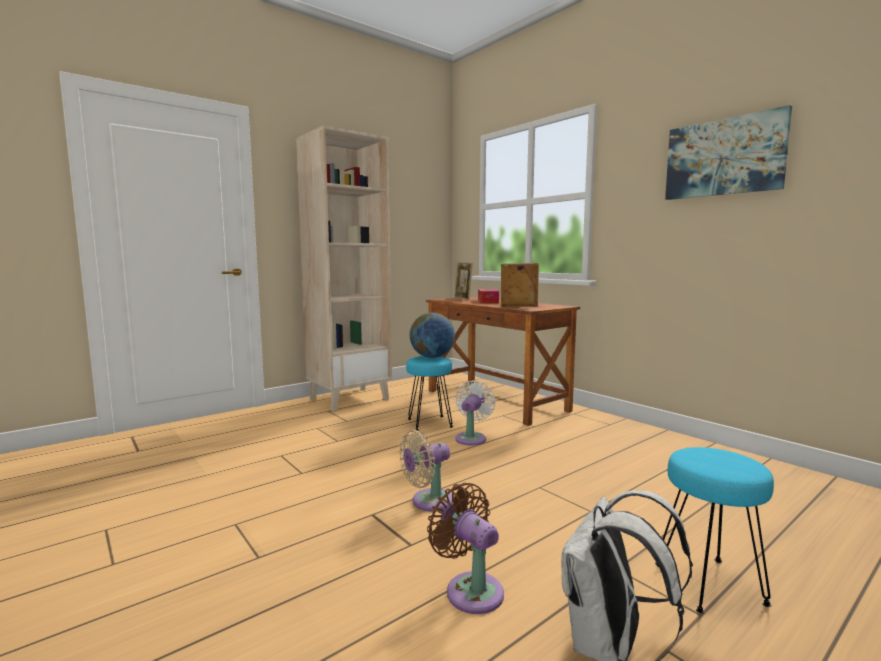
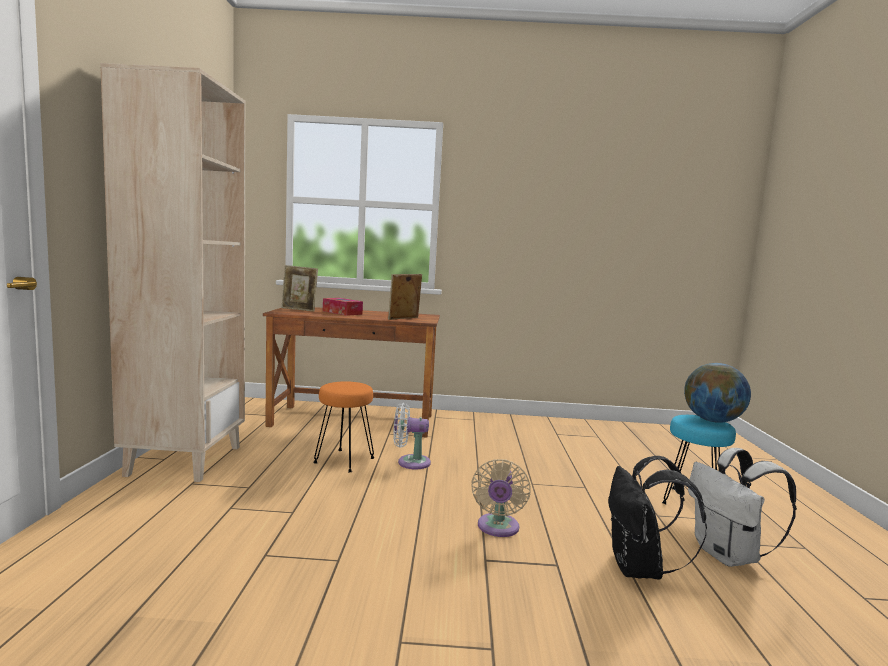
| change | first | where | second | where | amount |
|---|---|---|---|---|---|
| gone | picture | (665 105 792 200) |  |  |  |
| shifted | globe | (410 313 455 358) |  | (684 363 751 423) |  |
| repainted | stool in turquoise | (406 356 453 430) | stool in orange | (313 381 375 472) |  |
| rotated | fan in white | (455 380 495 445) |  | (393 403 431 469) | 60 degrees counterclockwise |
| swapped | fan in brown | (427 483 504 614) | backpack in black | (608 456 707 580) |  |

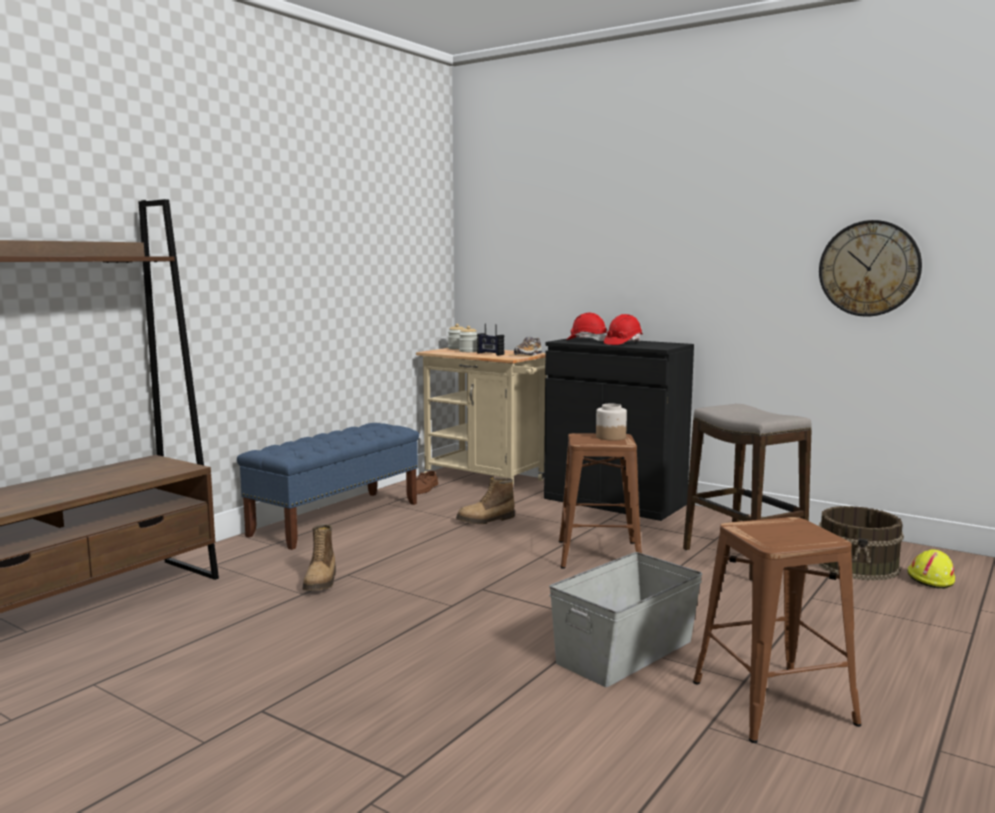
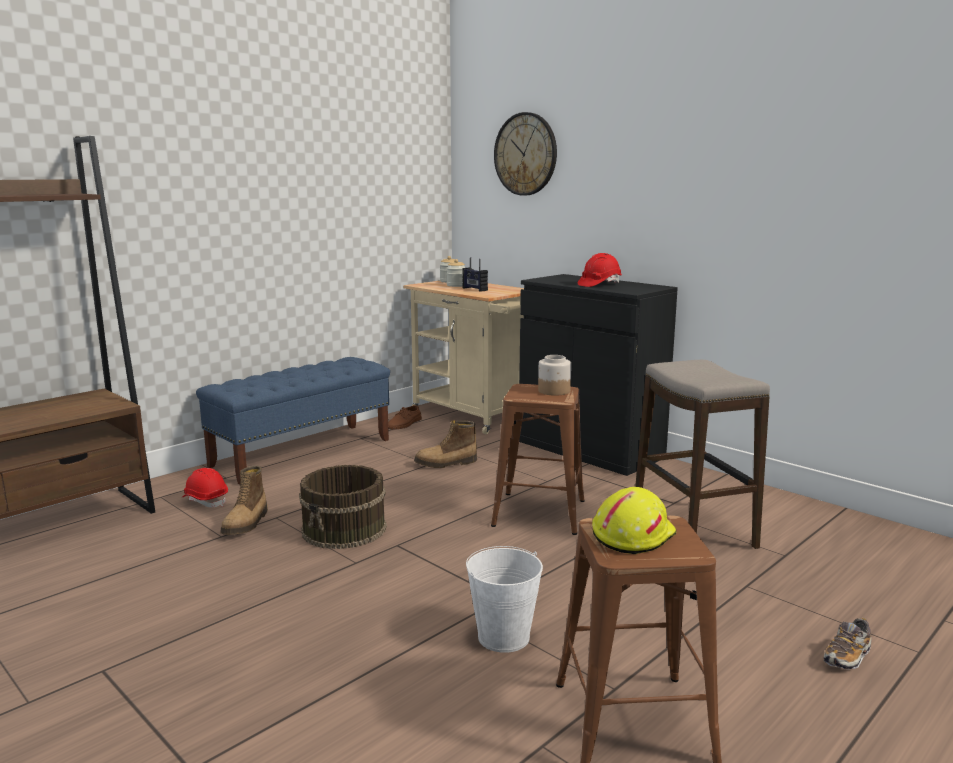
| change | first | where | second | where | amount |
|---|---|---|---|---|---|
| shifted | wall clock | (819 220 922 317) |  | (494 112 557 196) |  |
| shifted | hard hat in red | (566 313 607 341) |  | (181 468 228 508) |  |
| shifted | shoe | (514 336 542 356) |  | (823 618 871 670) |  |
| shifted | bucket in brown | (819 506 904 581) |  | (299 465 387 549) |  |
| shifted | hard hat in yellow | (907 550 955 589) |  | (592 487 677 554) |  |
| swapped | storage box in grey | (549 552 702 687) | bucket in white | (466 546 543 653) |  |

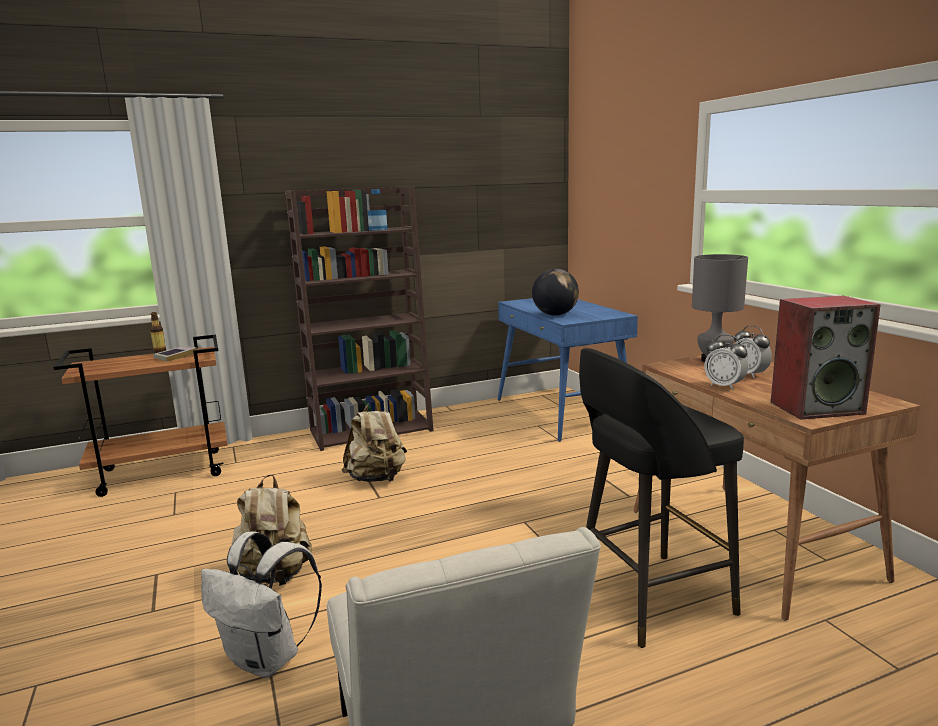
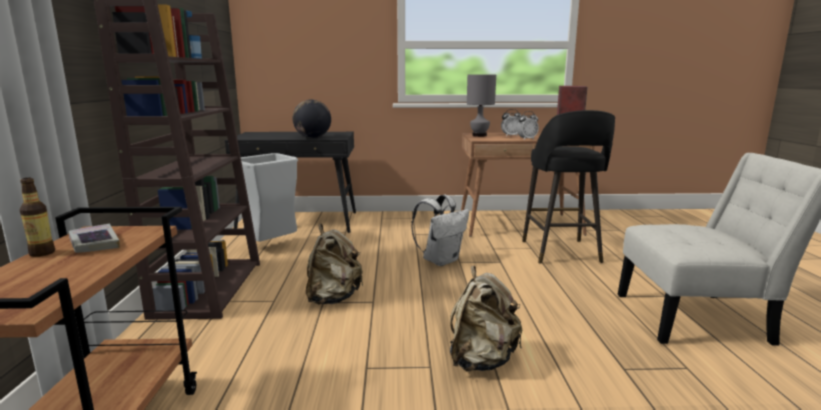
| change | first | where | second | where | amount |
|---|---|---|---|---|---|
| repainted | desk in blue | (498 298 638 442) | desk in black | (225 132 356 233) |  |
| shifted | backpack in white | (201 532 322 678) |  | (411 195 469 266) |  |
| new |  |  | trash can in grey | (241 153 298 242) |  |

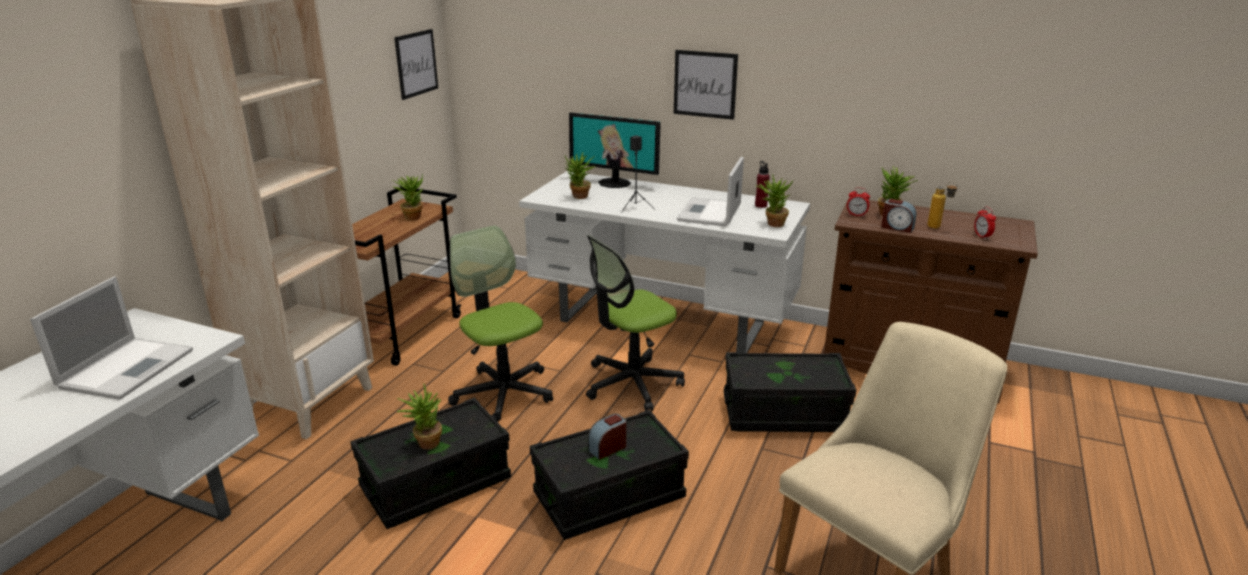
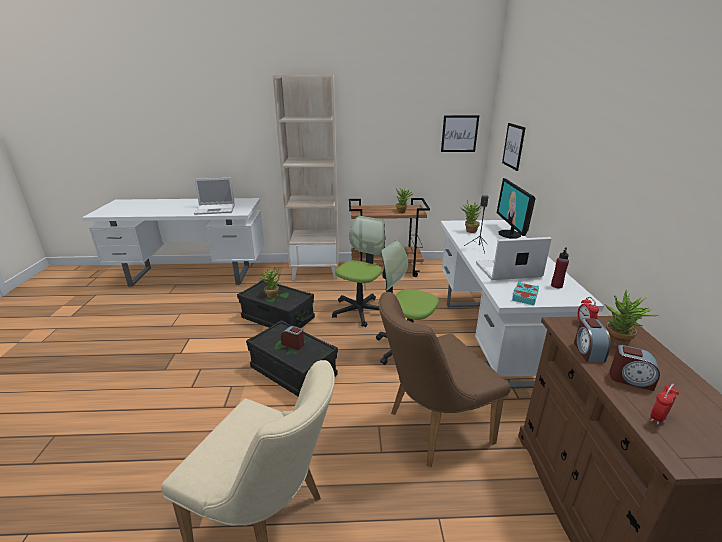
| change | first | where | second | where | amount |
|---|---|---|---|---|---|
| shifted | picture | (674 50 738 120) |  | (502 123 526 171) |  |
| swapped | potted plant | (755 174 794 227) | book in turquoise | (512 282 539 305) |  |
| swapped | bottle | (927 181 958 229) | alarm clock | (610 345 660 391) |  |
| swapped | storage box in black | (724 352 856 432) | chair in brown | (379 292 511 467) |  |

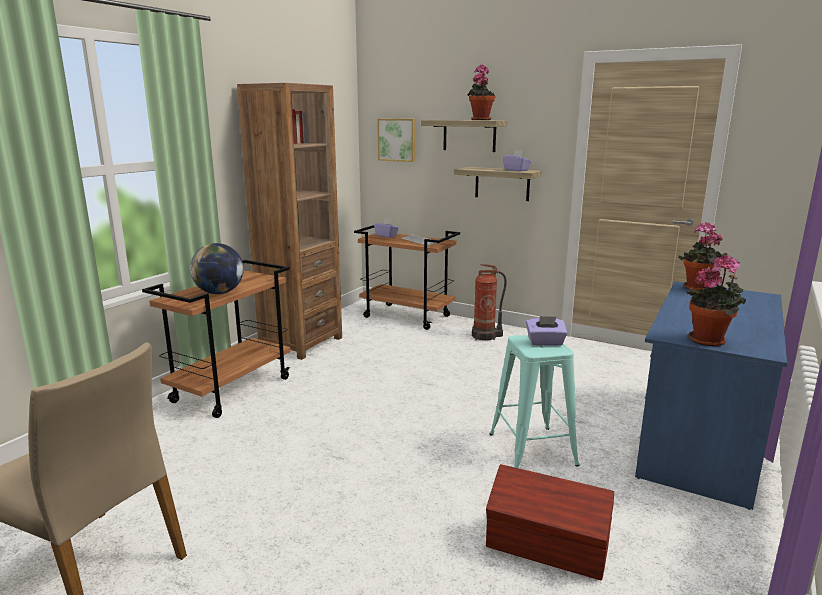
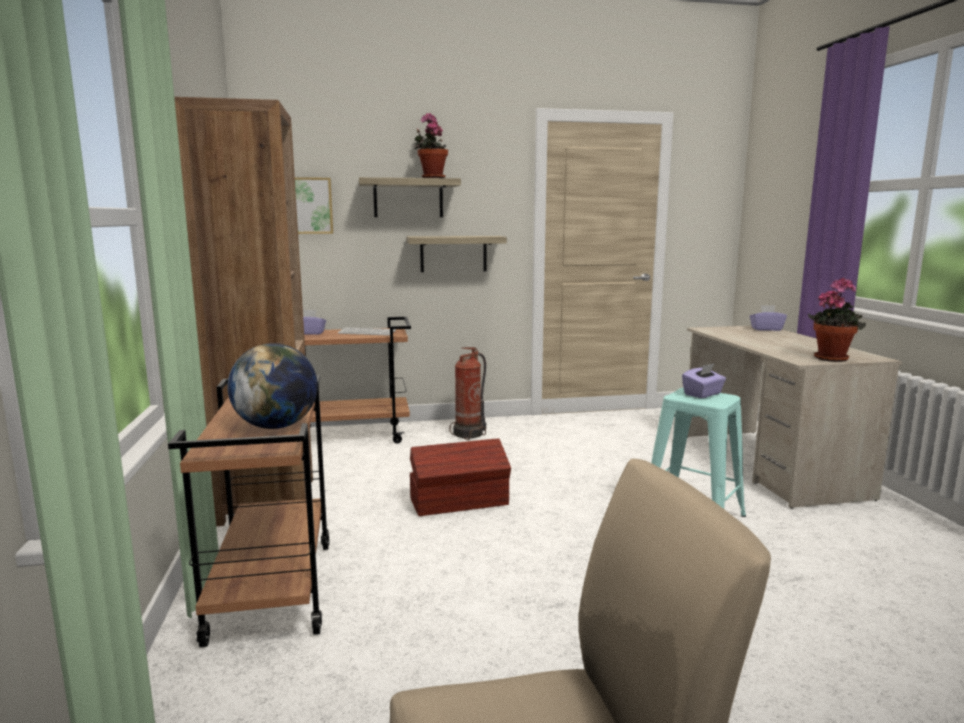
| change | first | where | second | where | amount |
|---|---|---|---|---|---|
| shifted | tissue box in purple | (503 150 531 171) |  | (750 305 787 331) |  |
| gone | potted plant | (679 222 728 290) |  |  |  |
| repainted | desk in blue | (635 281 787 510) | desk in beige | (687 326 902 508) |  |
| shifted | storage box in brown | (486 464 614 581) |  | (410 438 511 516) |  |

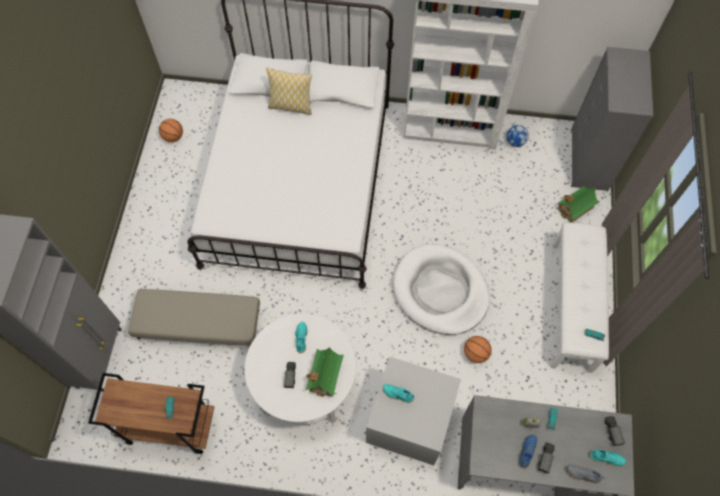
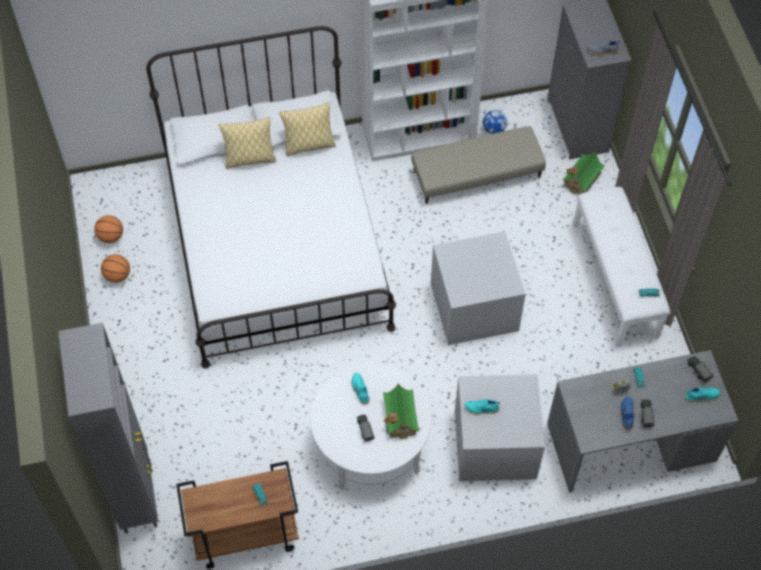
| change | first | where | second | where | amount |
|---|---|---|---|---|---|
| swapped | dog bed in white | (393 244 490 335) | storage box in grey | (431 232 526 345) |  |
| shifted | ottoman in beige | (128 289 260 345) |  | (412 126 546 204) |  |
| shifted | basketball | (464 336 492 363) |  | (101 254 130 283) |  |
| shifted | shoe in grey | (567 464 604 484) |  | (587 40 620 56) |  |
| new |  |  | pillow | (279 102 336 156) |  |

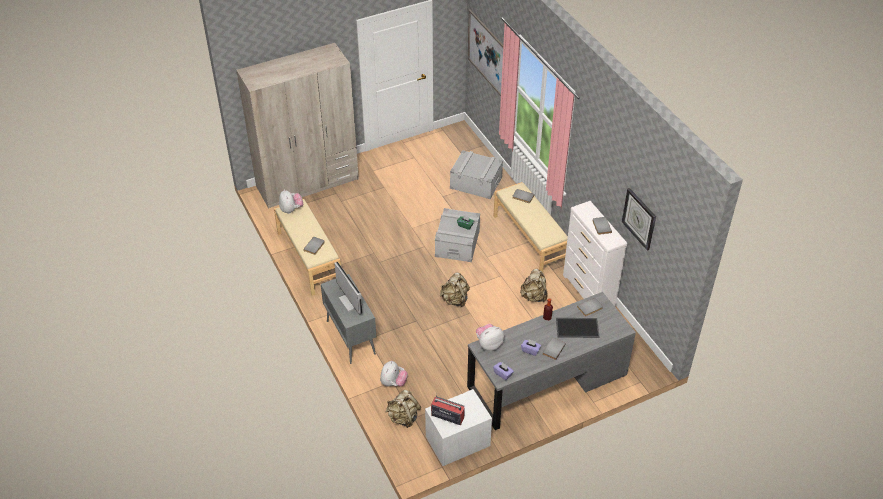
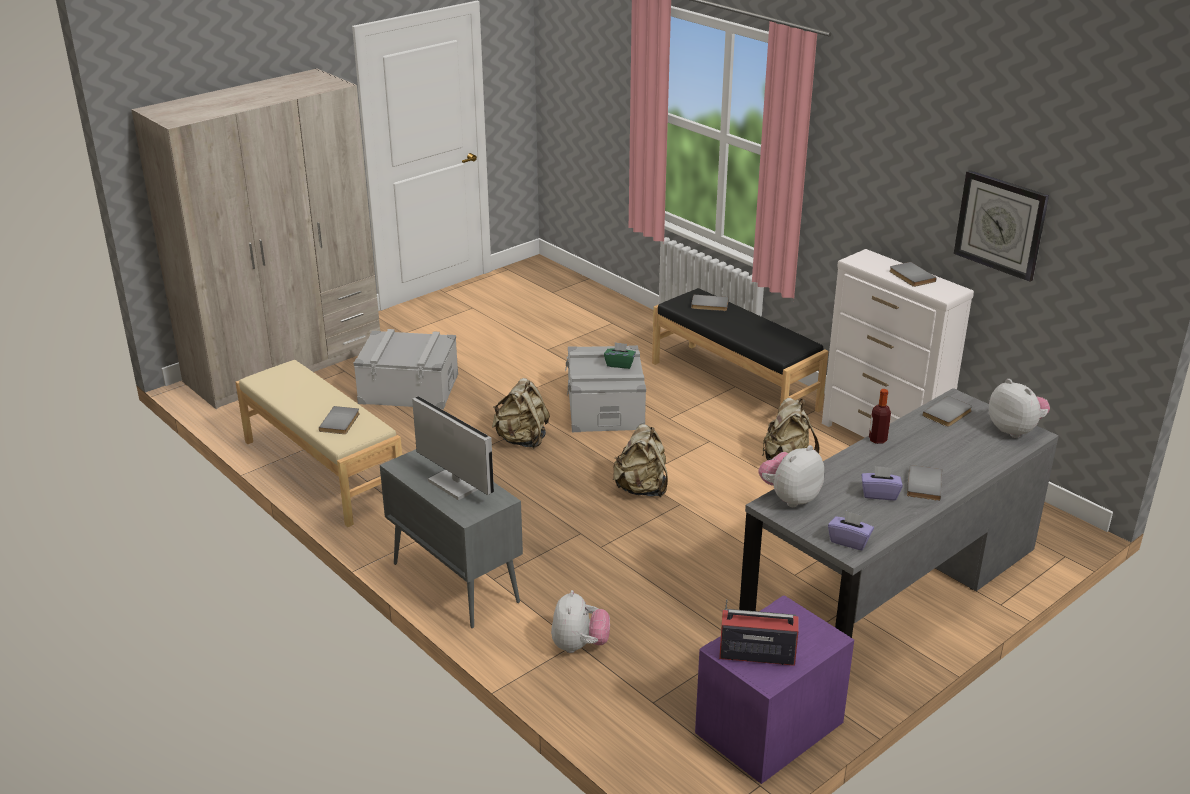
| change | first | where | second | where | amount |
|---|---|---|---|---|---|
| gone | picture | (468 9 503 96) |  |  |  |
| shifted | storage box in grey | (450 150 503 199) |  | (354 329 458 409) |  |
| repainted | bench in beige | (493 182 568 272) | bench in black | (652 288 829 412) |  |
| shifted | plush toy | (279 189 303 214) |  | (989 379 1050 438) |  |
| gone | tray | (556 318 600 338) |  |  |  |
| repainted | nightstand in white | (425 389 492 466) | nightstand in purple | (695 596 854 784) |  |
| shifted | backpack in beige | (385 390 421 428) |  | (492 378 550 448) |  |

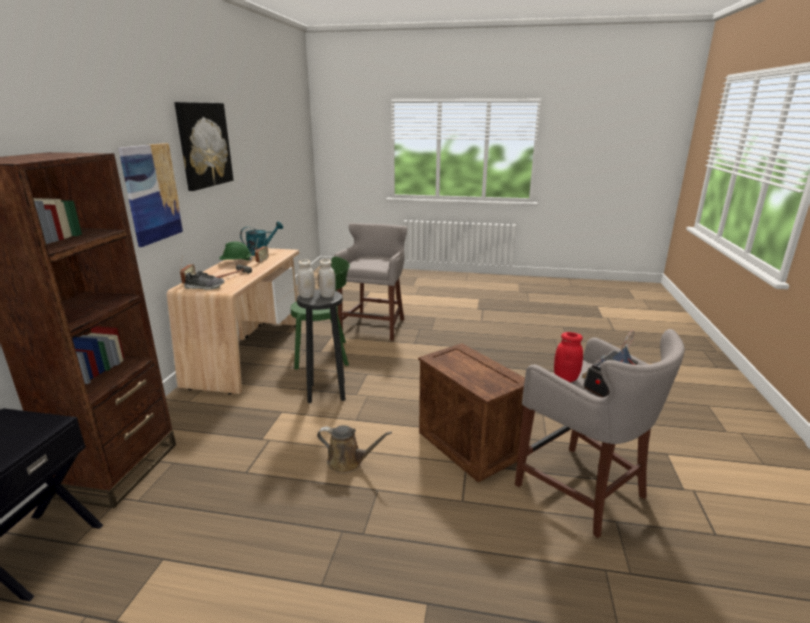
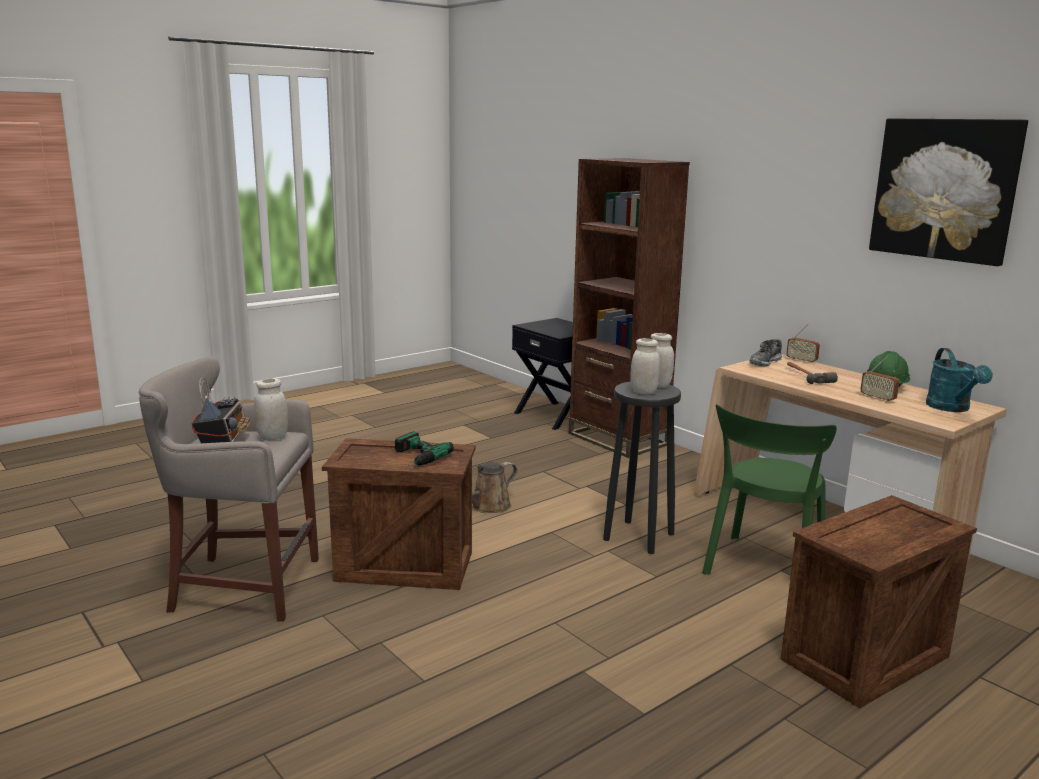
| change | first | where | second | where | amount |
|---|---|---|---|---|---|
| gone | picture | (118 143 184 247) |  |  |  |
| swapped | stool in grey | (334 223 407 341) | crate | (781 495 977 709) |  |
| repainted | jar in red | (554 332 583 382) | jar in white | (254 378 288 441) |  |
| new |  |  | power drill | (395 432 454 467) |  |

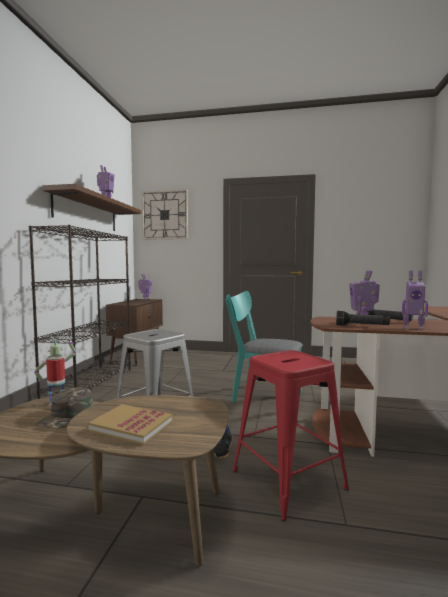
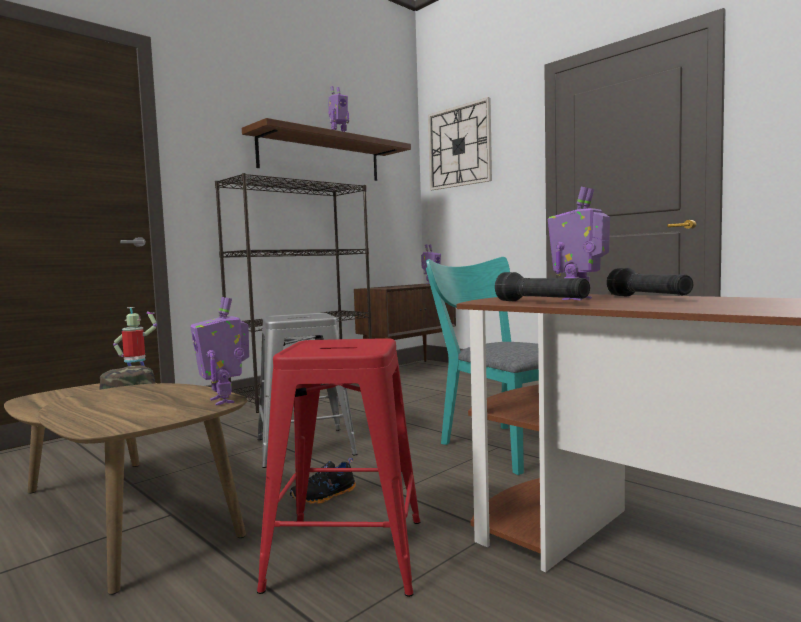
| change | first | where | second | where | amount |
|---|---|---|---|---|---|
| shifted | toy robot | (402 271 428 329) |  | (190 297 249 406) |  |
| gone | book | (88 404 173 445) |  |  |  |

